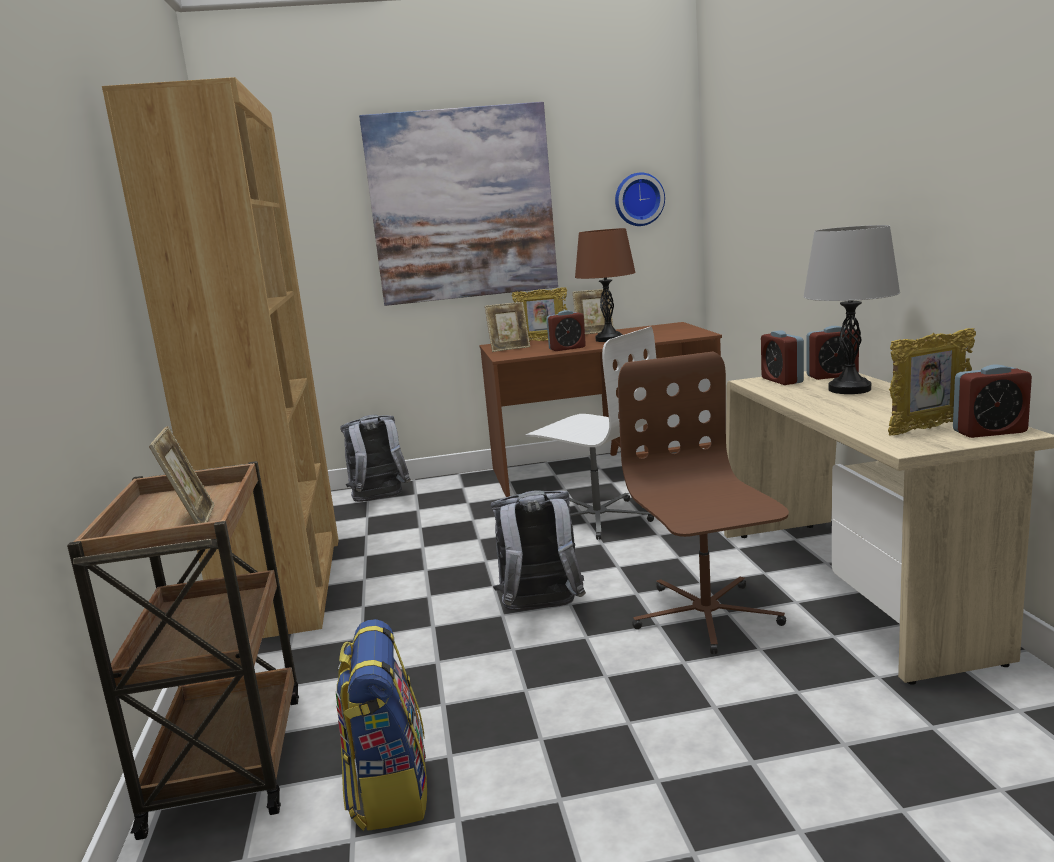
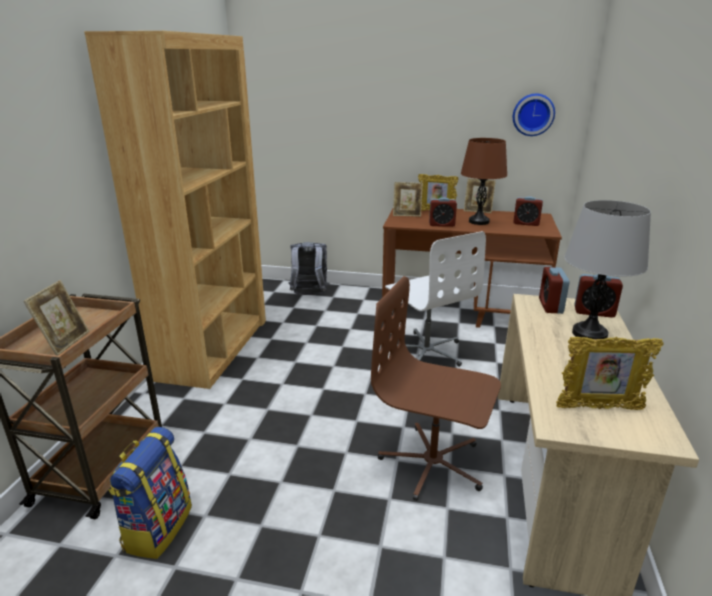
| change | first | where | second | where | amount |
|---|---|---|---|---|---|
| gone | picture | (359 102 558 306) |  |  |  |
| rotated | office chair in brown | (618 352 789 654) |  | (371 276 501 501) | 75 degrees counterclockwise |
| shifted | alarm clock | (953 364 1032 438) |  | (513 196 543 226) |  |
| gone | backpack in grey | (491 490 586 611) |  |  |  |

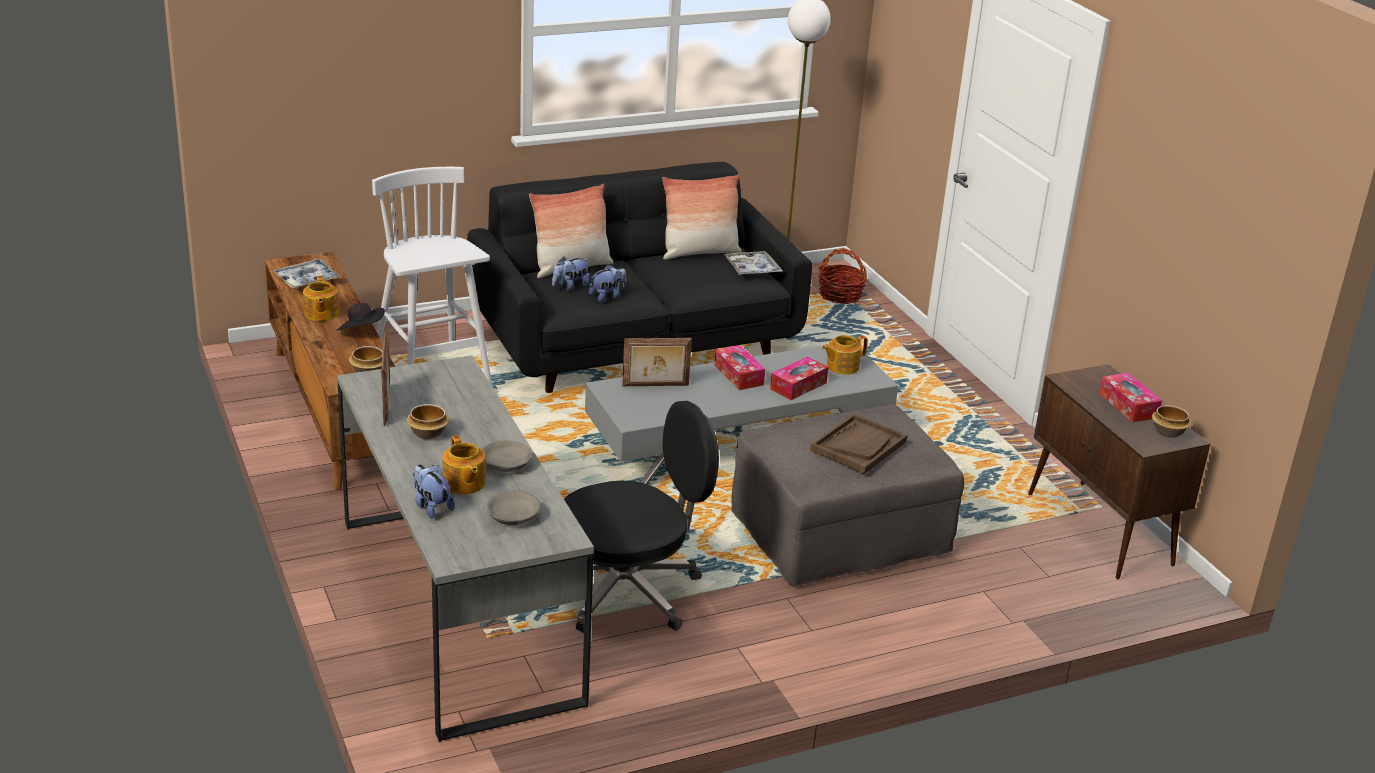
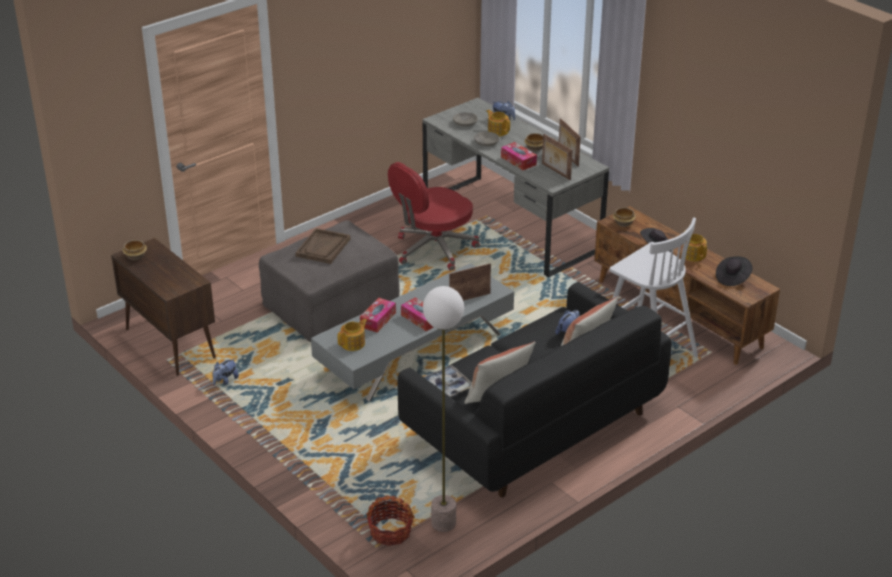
| change | first | where | second | where | amount |
|---|---|---|---|---|---|
| swapped | tray | (273 259 341 289) | hat in black | (716 256 752 286) |  |
| shifted | plush toy | (589 265 627 302) |  | (212 358 239 385) |  |
| shifted | tissue box | (1099 373 1162 422) |  | (501 142 537 170) |  |
| repainted | office chair in black | (564 401 719 633) | office chair in red | (388 162 480 270) |  |
| new |  |  | picture frame | (542 134 573 180) |  |

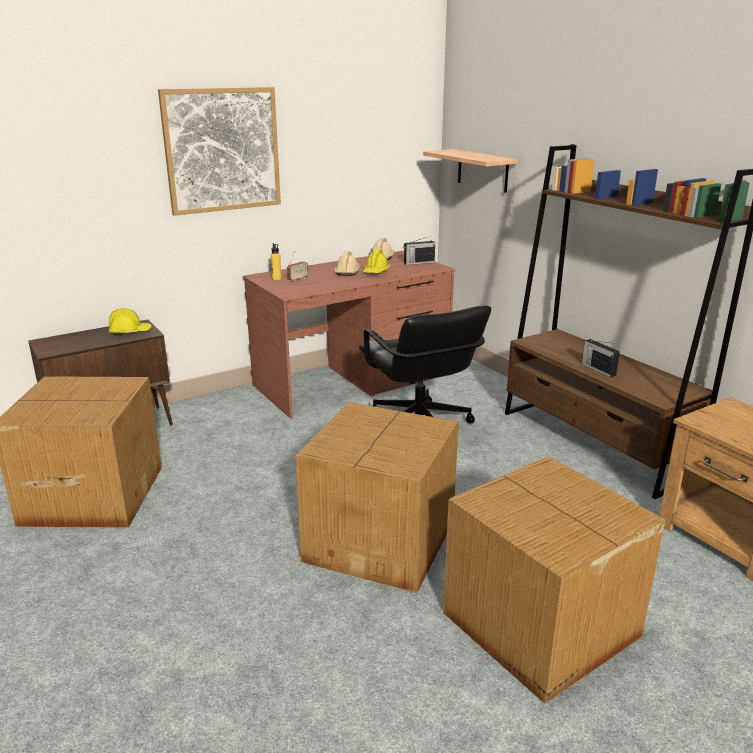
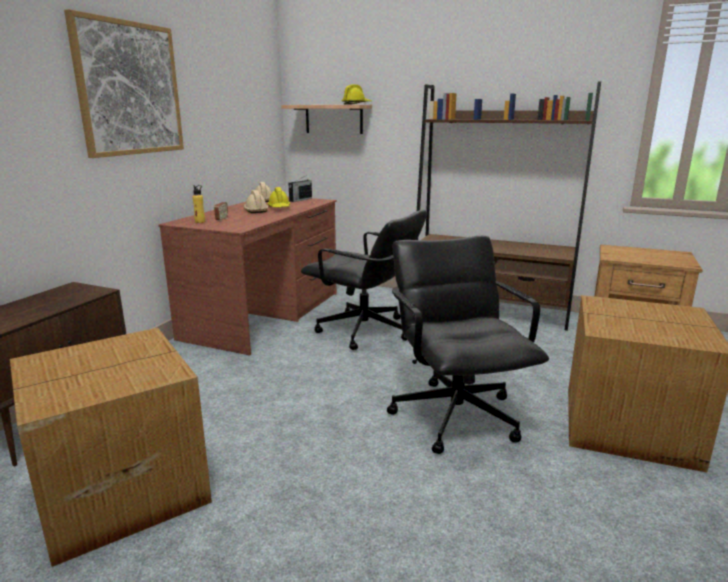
| change | first | where | second | where | amount |
|---|---|---|---|---|---|
| shifted | hard hat in yellow | (109 308 152 336) |  | (341 84 372 105) |  |
| gone | radio | (582 339 620 377) |  |  |  |
| swapped | cardboard box | (295 402 459 593) | office chair in black | (387 236 549 454) |  |

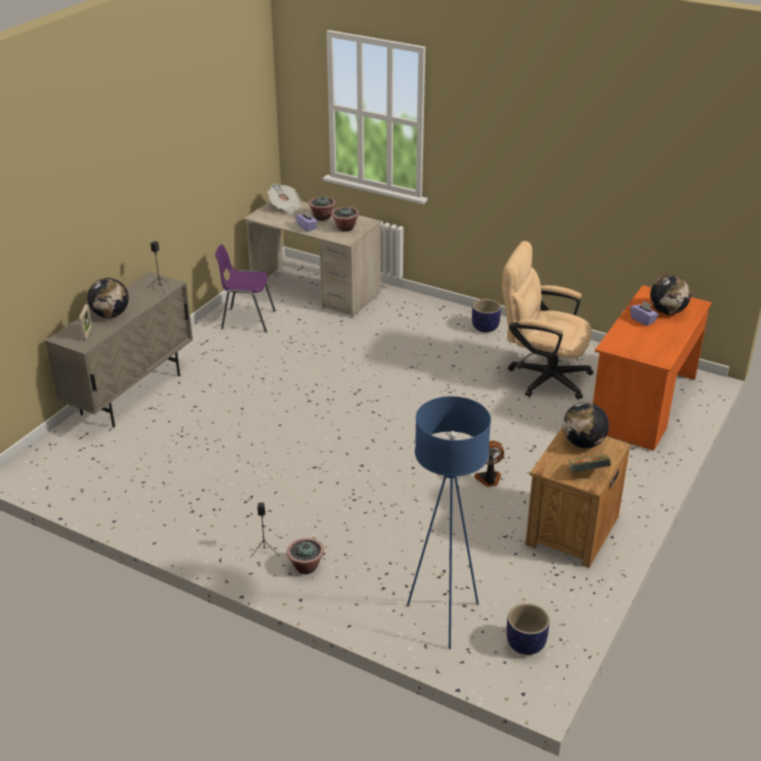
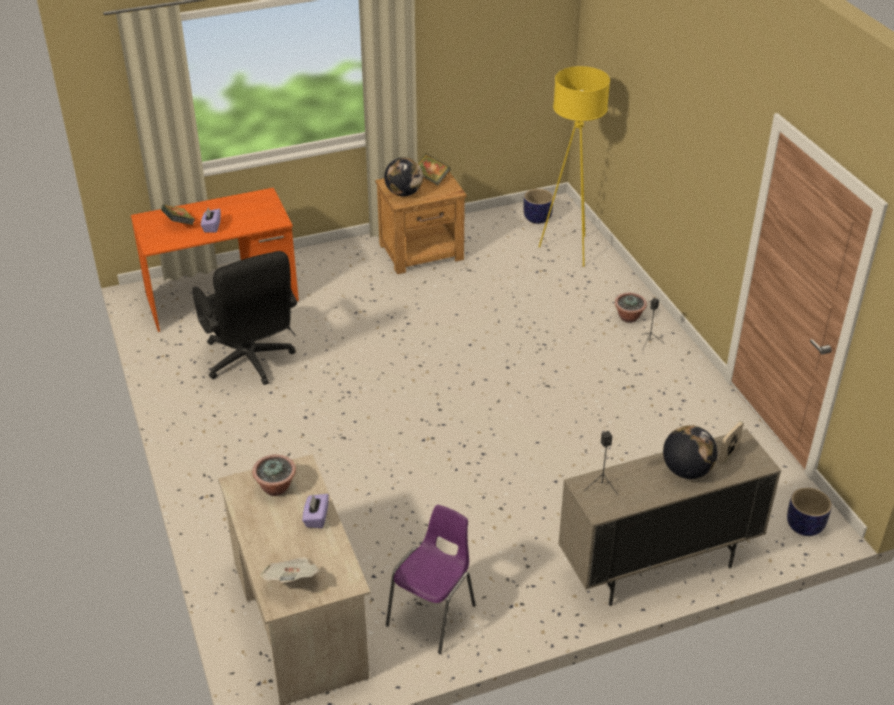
| change | first | where | second | where | amount |
|---|---|---|---|---|---|
| gone | potted plant | (309 196 336 221) |  |  |  |
| repainted | office chair in beige | (502 241 594 399) | office chair in black | (192 251 297 385) |  |
| rotated | chair in purple | (215 244 276 333) |  | (386 505 476 654) | 105 degrees counterclockwise |
| swapped | globe | (650 275 691 314) | book | (161 205 195 225) |  |
| shifted | planter | (472 299 501 333) |  | (787 488 832 536) |  |
| repainted | floor lamp in blue | (407 396 491 650) | floor lamp in yellow | (539 66 610 267) |  |
| gone | fan | (474 441 504 487) |  |  |  |

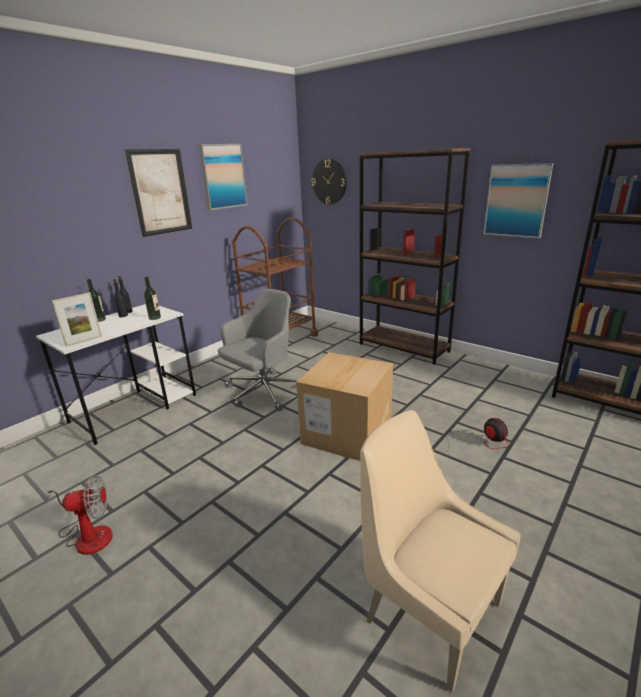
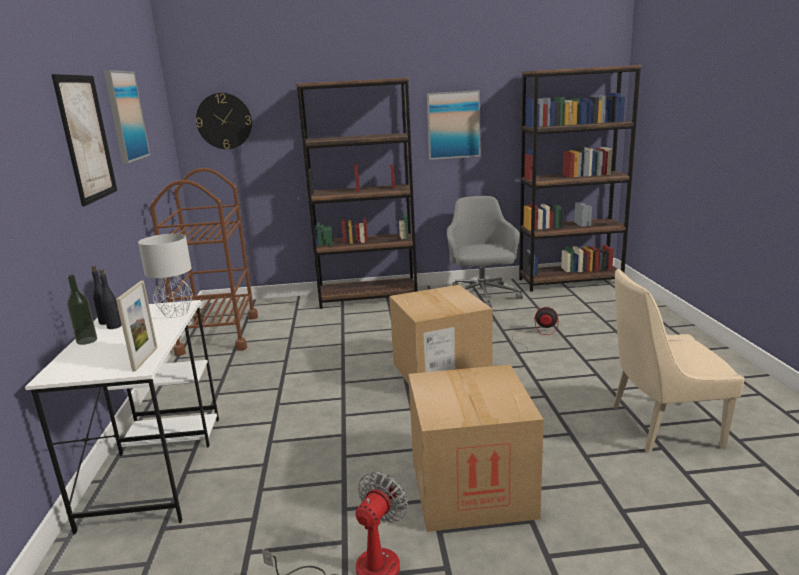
| change | first | where | second | where | amount |
|---|---|---|---|---|---|
| swapped | bottle | (144 277 161 320) | table lamp in grey | (138 234 193 318) |  |
| shifted | office chair in grey | (218 289 298 411) |  | (447 196 523 308) |  |
| new |  |  | cardboard box | (409 365 544 532) |  |

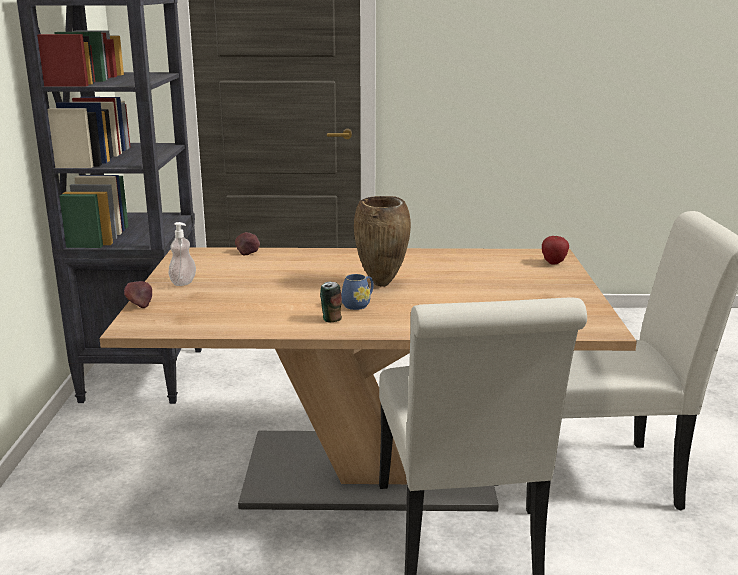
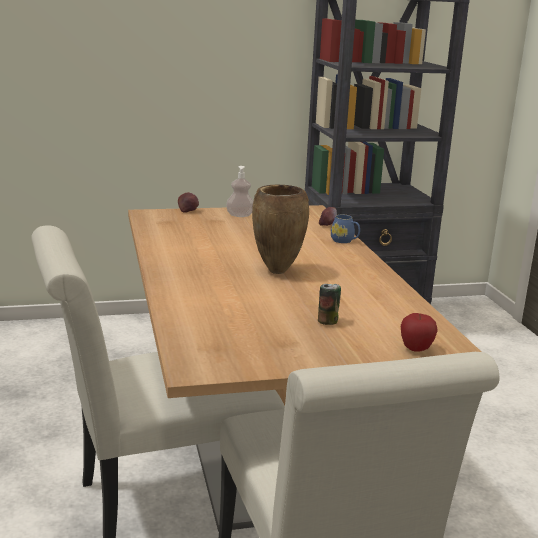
| change | first | where | second | where | amount |
|---|---|---|---|---|---|
| shifted | mug in blue | (341 274 374 310) |  | (331 214 360 243) |  |
| shifted | can | (320 282 342 322) |  | (318 284 341 325) |  |

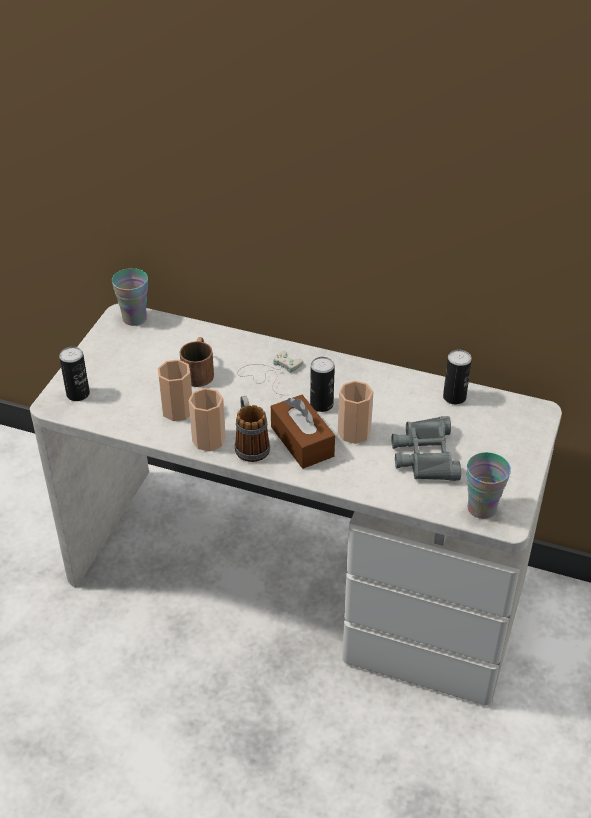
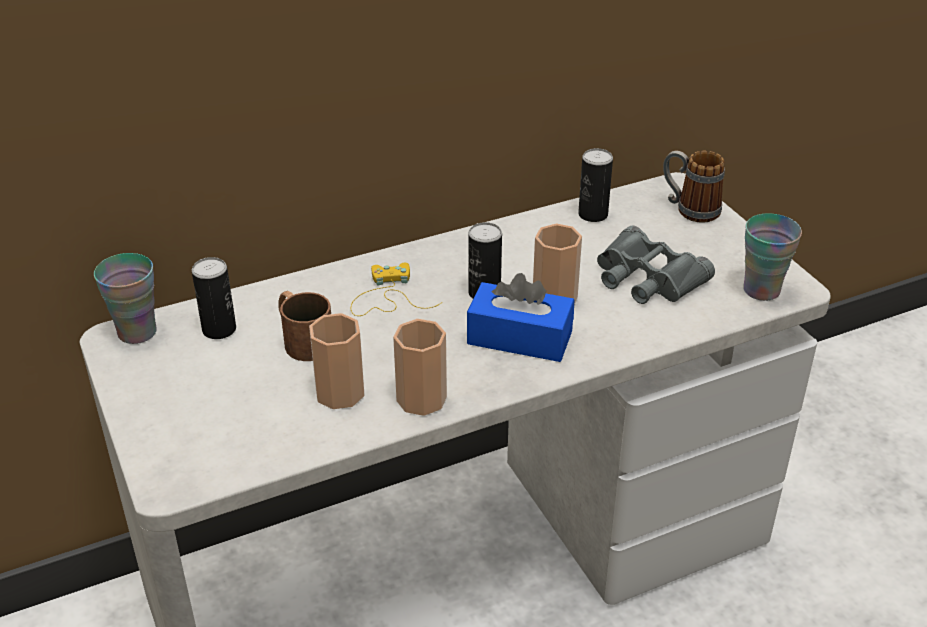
| change | first | where | second | where | amount |
|---|---|---|---|---|---|
| shifted | can | (59 346 90 401) |  | (192 257 236 339) |  |
| repainted | game controller in white | (237 351 303 395) | game controller in yellow | (351 263 442 316) |  |
| repainted | tissue box in brown | (271 395 335 469) | tissue box in blue | (467 273 574 362) |  |
| shifted | mug | (235 396 270 462) |  | (663 151 725 223) |  |

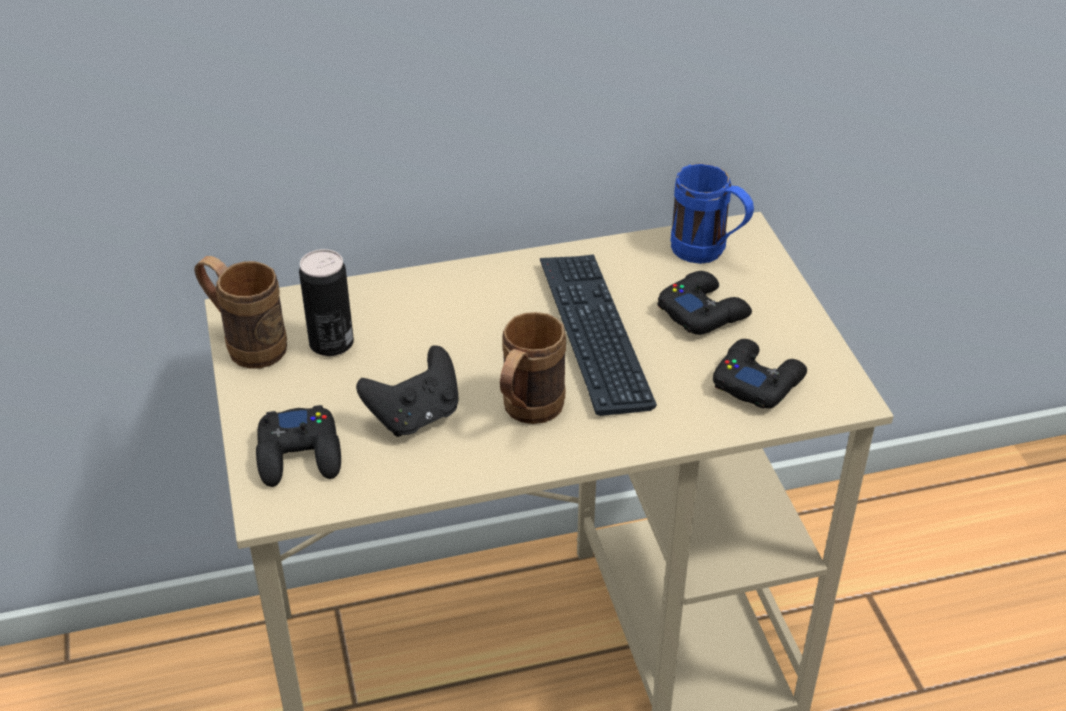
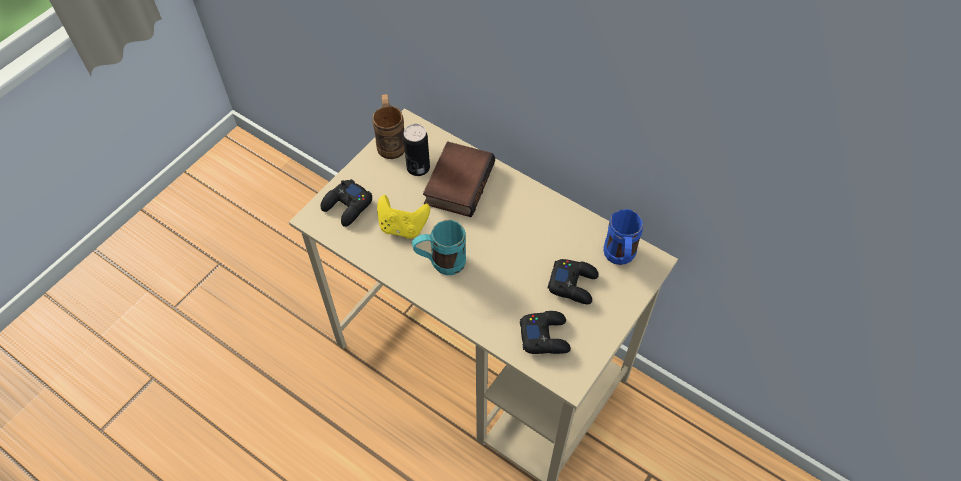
| change | first | where | second | where | amount |
|---|---|---|---|---|---|
| gone | keyboard | (540 254 657 416) |  |  |  |
| repainted | mug in brown | (500 312 566 424) | mug in turquoise | (412 220 466 275) |  |
| repainted | game controller in black | (356 345 459 437) | game controller in yellow | (377 195 430 239) |  |
| new |  |  | book | (423 141 495 217) |  |

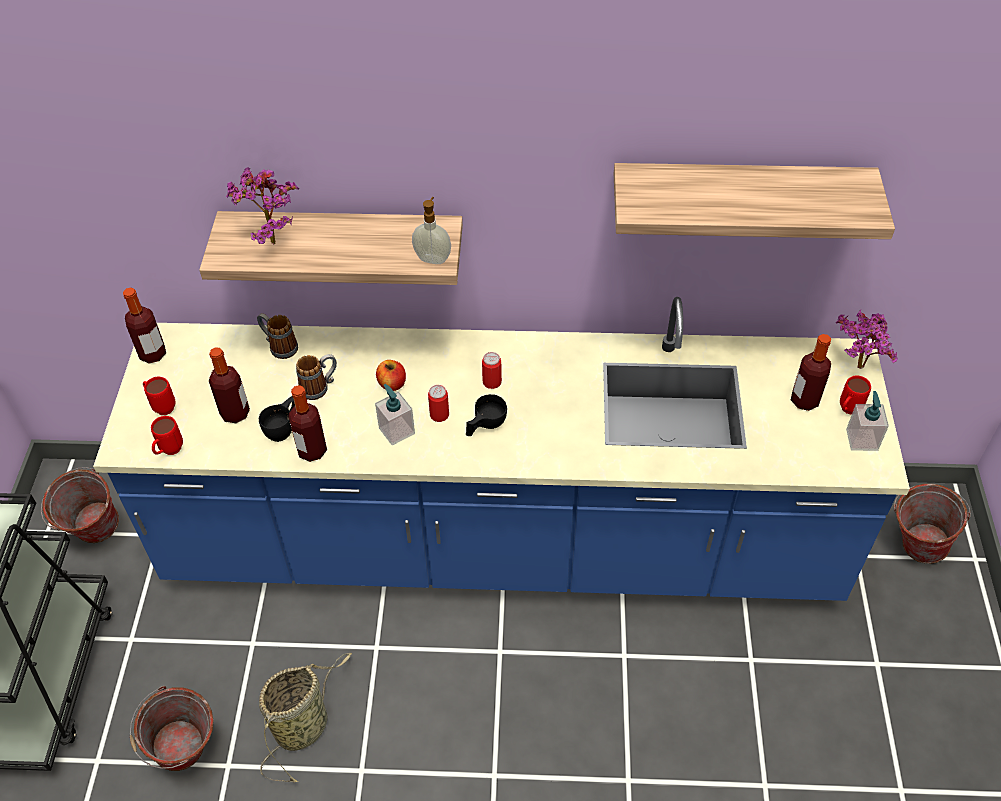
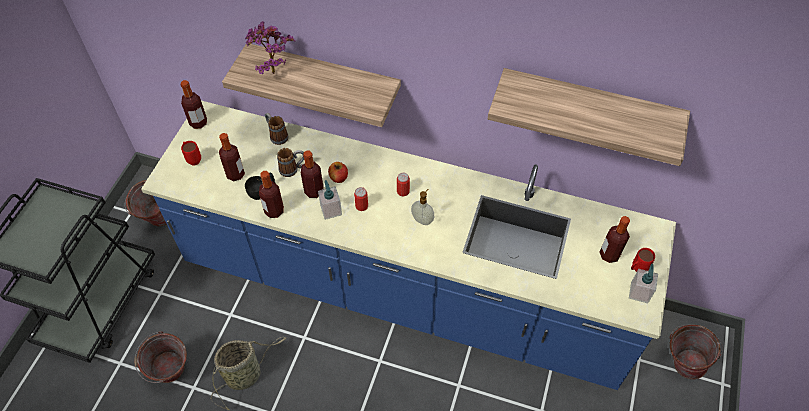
| change | first | where | second | where | amount |
|---|---|---|---|---|---|
| shifted | soap dispenser | (412 197 451 264) |  | (411 189 434 225) |  |
| gone | potted plant | (835 310 898 369) |  |  |  |
| gone | cup in black | (466 394 507 436) |  |  |  |
| gone | mug in red | (151 416 183 455) |  |  |  |
| new |  |  | bottle | (301 150 324 198) |  |

